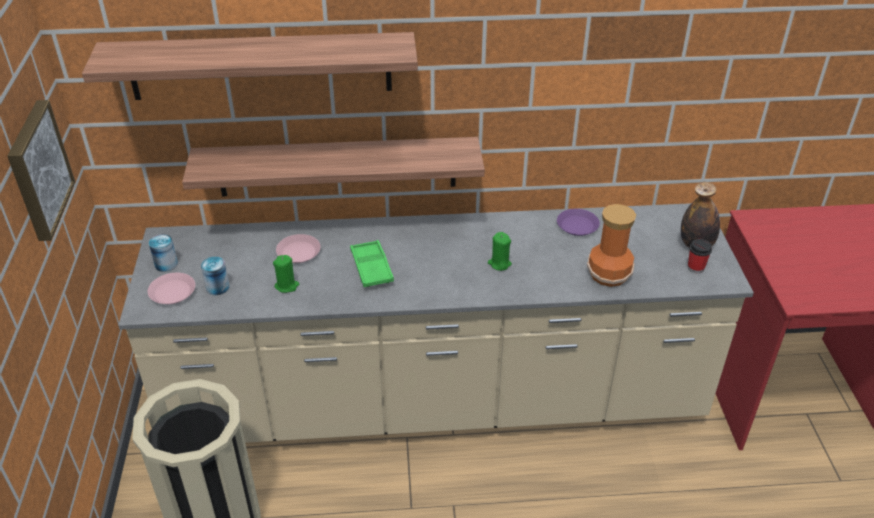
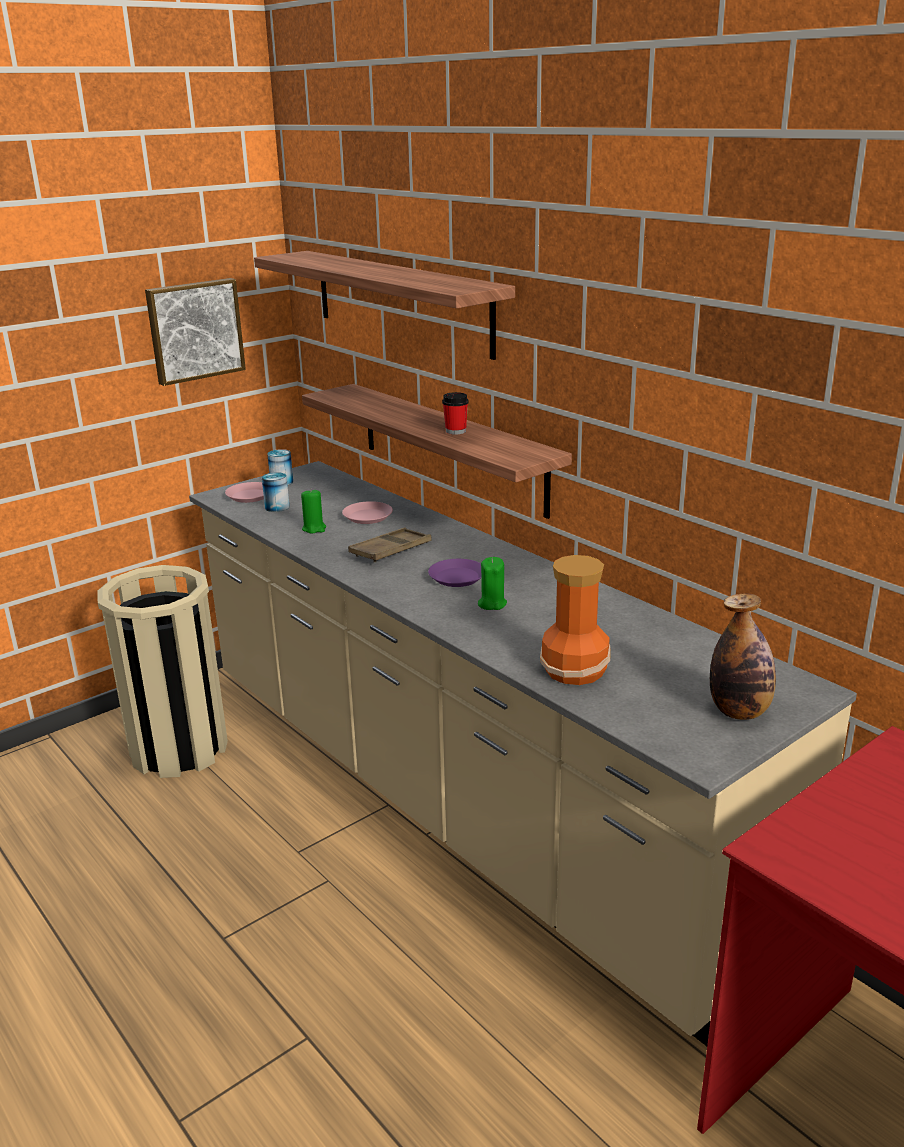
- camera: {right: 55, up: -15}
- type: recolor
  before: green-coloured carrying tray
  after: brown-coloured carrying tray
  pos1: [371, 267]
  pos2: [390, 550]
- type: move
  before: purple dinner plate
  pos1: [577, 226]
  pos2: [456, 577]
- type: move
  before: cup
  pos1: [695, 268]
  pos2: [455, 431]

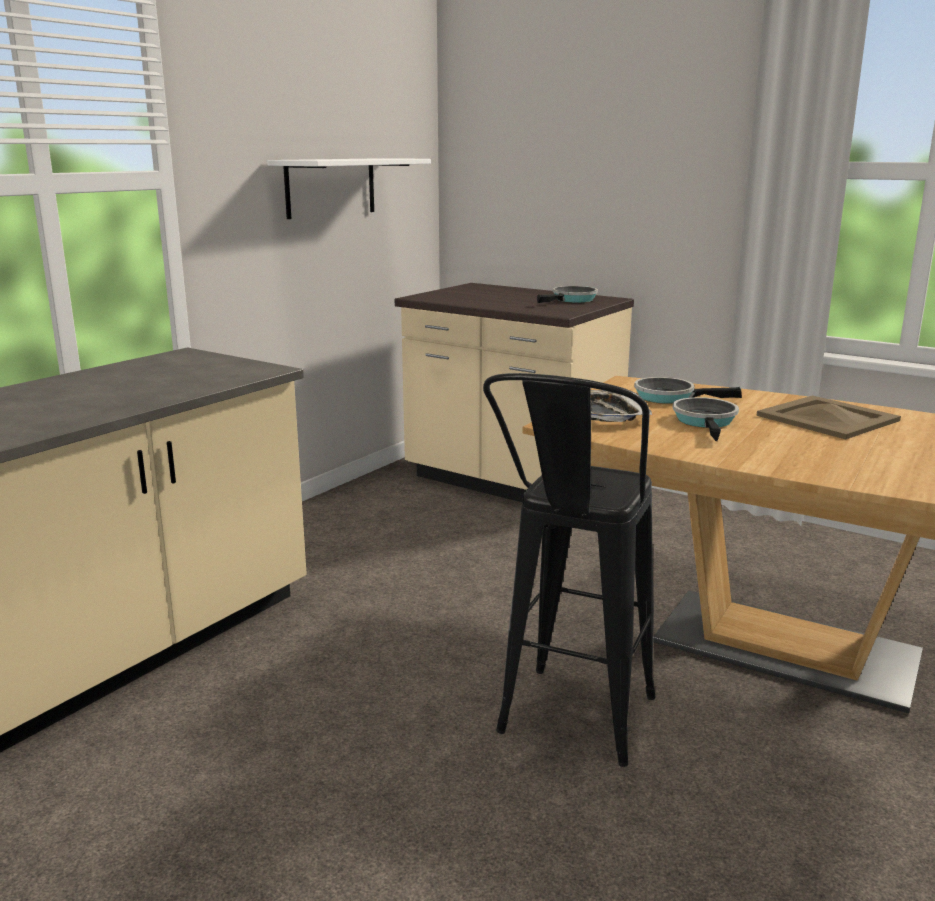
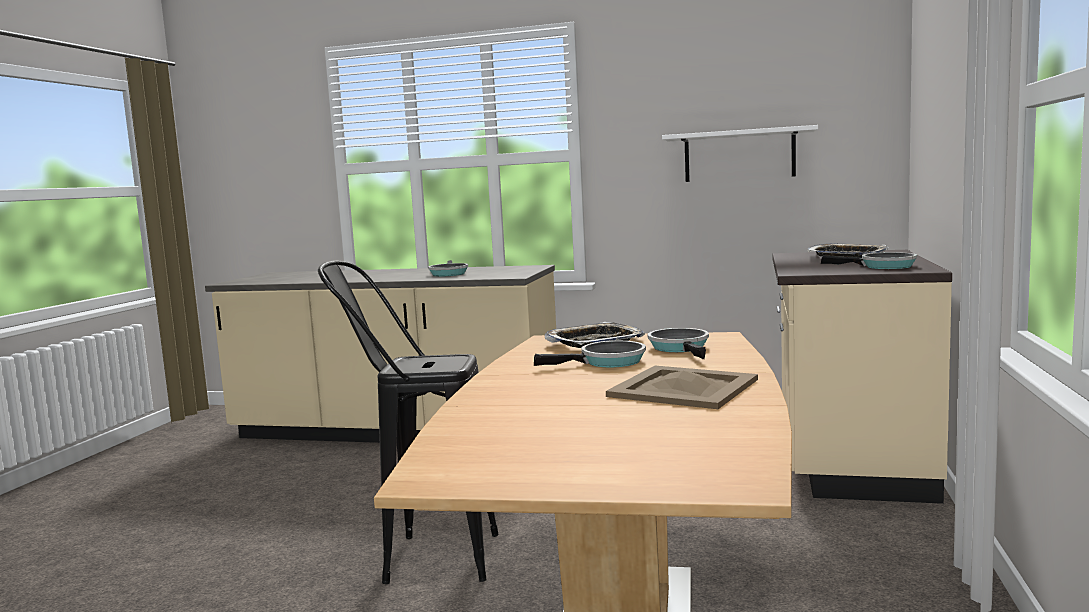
- camera: {right: 70, up: -10}
- type: insert
  after: frying pan
  pos2: [448, 274]
- type: insert
  after: carrying tray
  pos2: [847, 256]

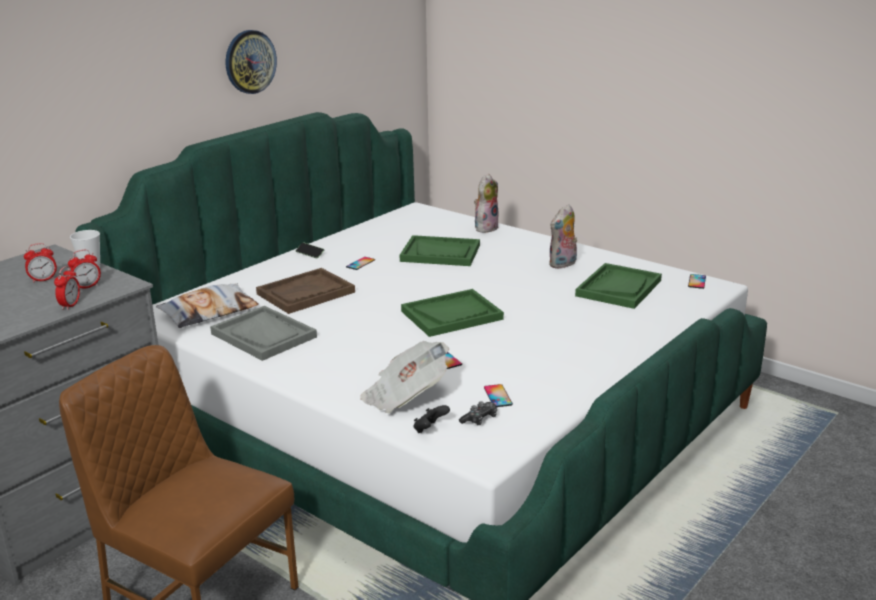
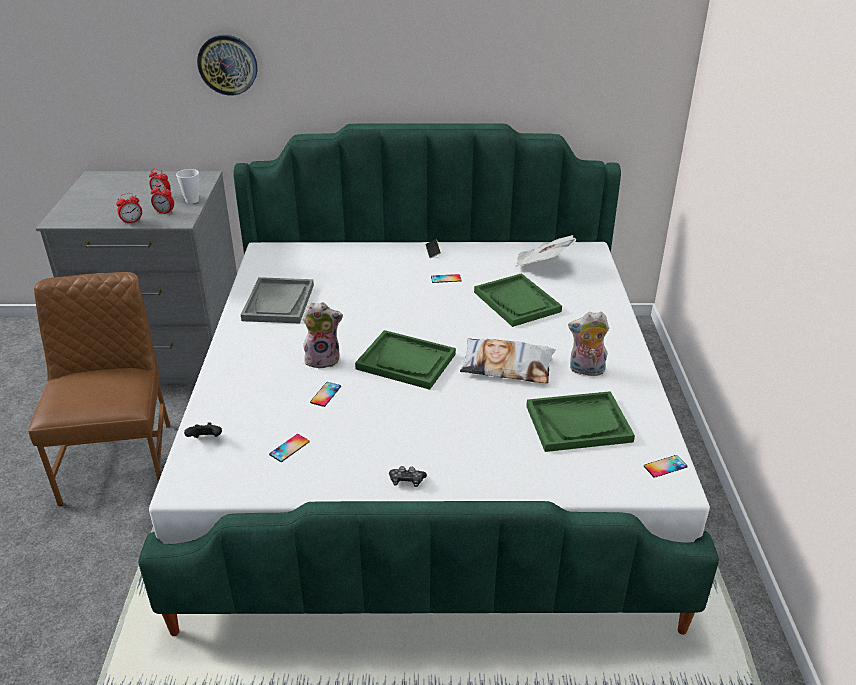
- camera: {right: 50, up: 10}
- type: move
  before: throw pillow
  pos1: [209, 312]
  pos2: [507, 366]
- type: move
  before: hanging clock
  pos1: [250, 61]
  pos2: [227, 64]
- type: delete
  before: brown-coloured carrying tray
  pos1: [305, 293]
- type: move
  before: daily paper
  pos1: [405, 397]
  pos2: [542, 265]
- type: move
  before: gamepad
  pos1: [479, 419]
  pos2: [406, 481]
- type: move
  before: soft toy
  pos1: [485, 227]
  pos2: [323, 359]

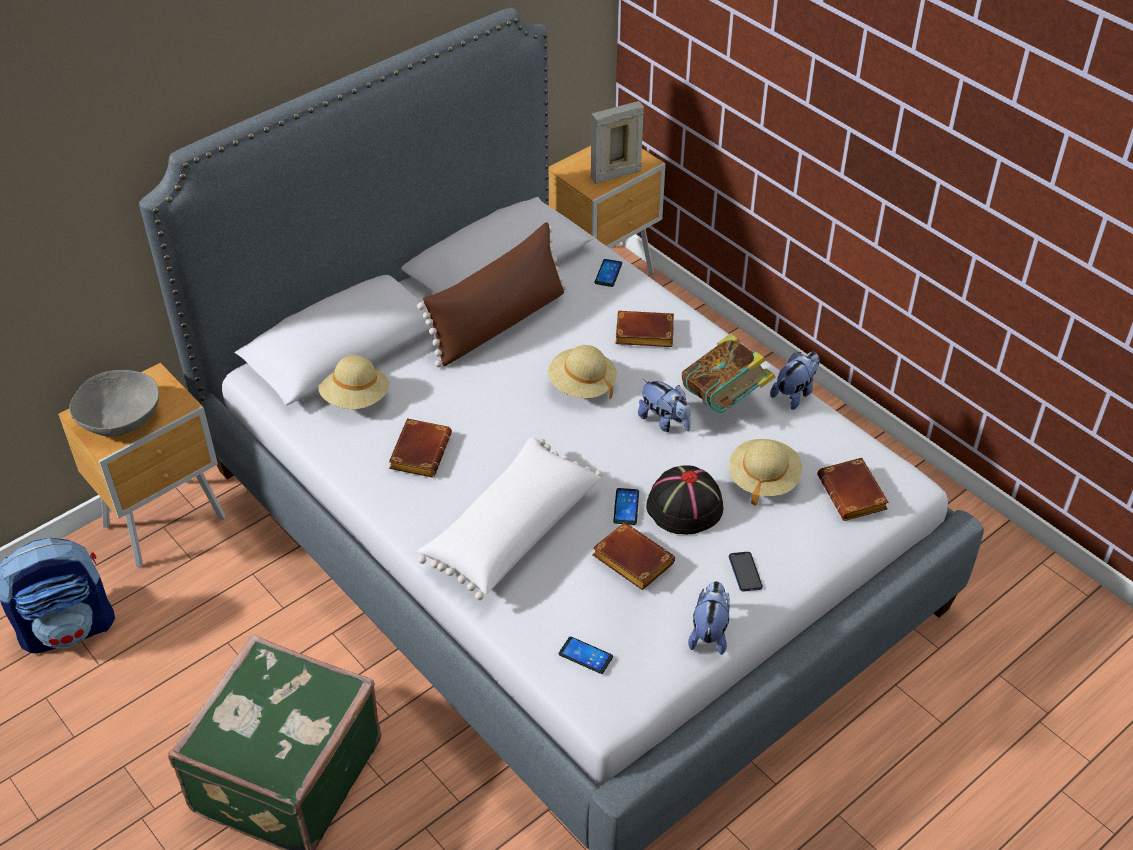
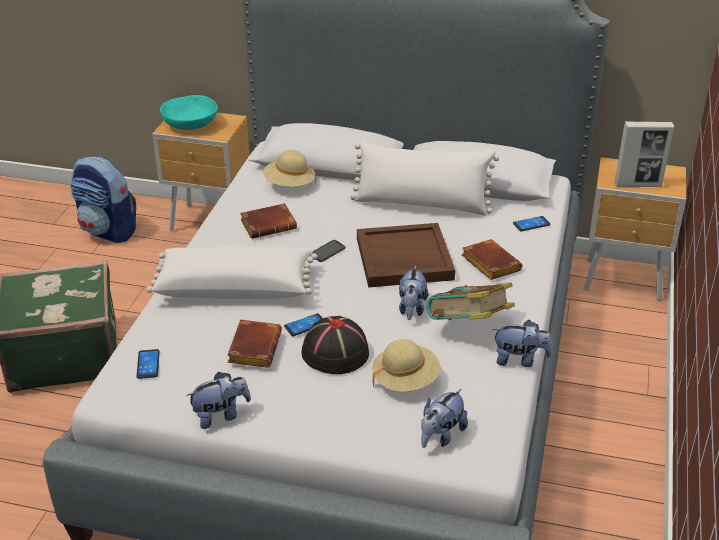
- camera: {right: 55, up: -10}
- type: recolor
  before: greyish deep dish
  after: turquoise deep dish
  pos1: [120, 418]
  pos2: [190, 124]
- type: recolor
  before: brown-coloured throw pillow
  after: white-coloured throw pillow
  pos1: [499, 323]
  pos2: [421, 204]
- type: replace
  before: sand-coloured wearable hat
  after: brown-coloured carrying tray
  pos1: [581, 385]
  pos2: [403, 259]
- type: rotate
  before: photo frame
  pos1: [615, 175]
  pos2: [638, 185]
  turn: 150
- type: move
  before: phone
  pos1: [745, 572]
  pos2: [327, 252]
- type: replace
  before: brown-coloured book
  after: soft toy
  pos1: [854, 495]
  pos2: [441, 435]

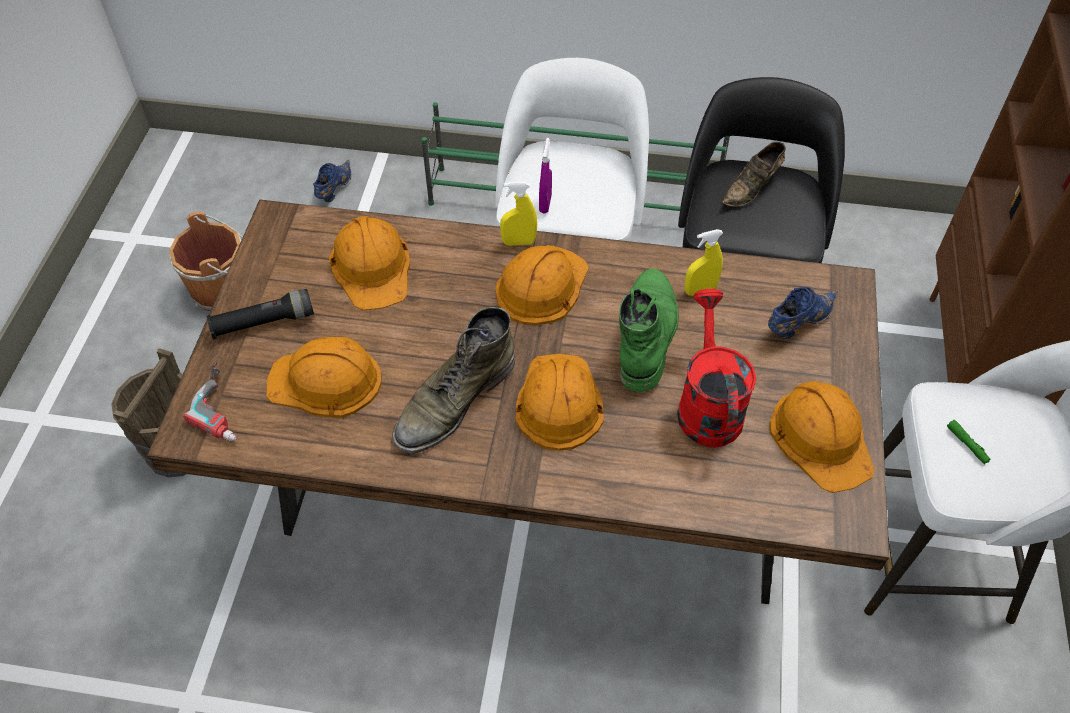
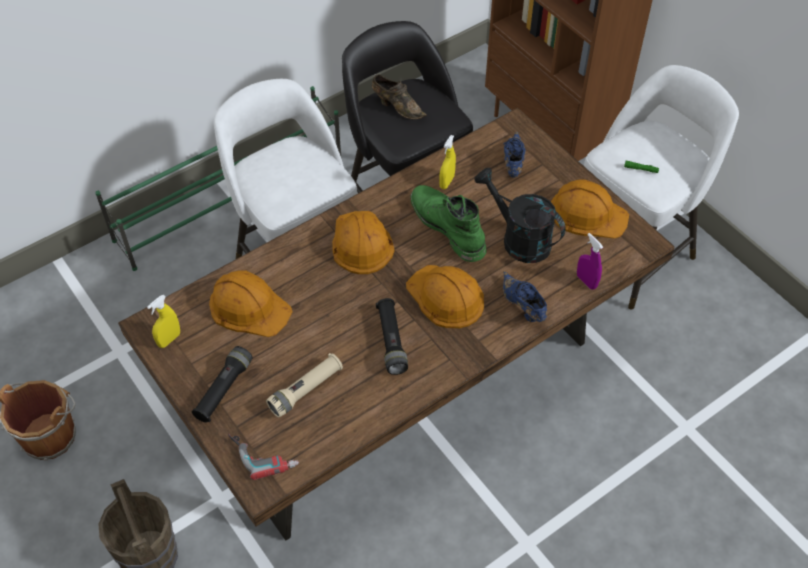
- camera: {right: -45, up: 0}
- type: replace
  before: orangey safety helmet
  after: sand-coloured flashlight
  pos1: [325, 381]
  pos2: [306, 390]
- type: move
  before: blue item of footwear
  pos1: [333, 189]
  pos2: [522, 306]
- type: replace
  before: green-coloured tall boot
  after: blackish flashlight
  pos1: [454, 401]
  pos2: [391, 341]
- type: move
  before: yellowish hand sprayer
  pos1: [519, 242]
  pos2: [169, 339]
- type: move
  before: purple hand sprayer
  pos1: [545, 204]
  pos2: [586, 281]
- type: recolor
  before: red watering can
  after: blackish watering can
  pos1: [707, 404]
  pos2: [518, 239]
- type: rotate
  before: brown-coloured item of footwear
  pos1: [752, 188]
  pos2: [397, 107]
  turn: -60

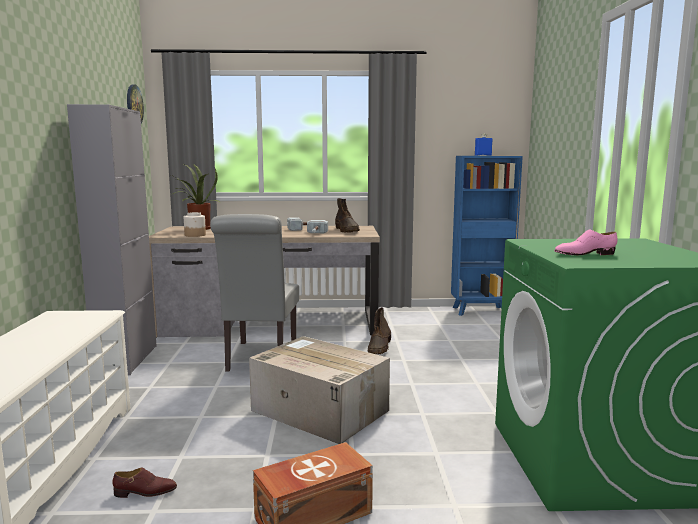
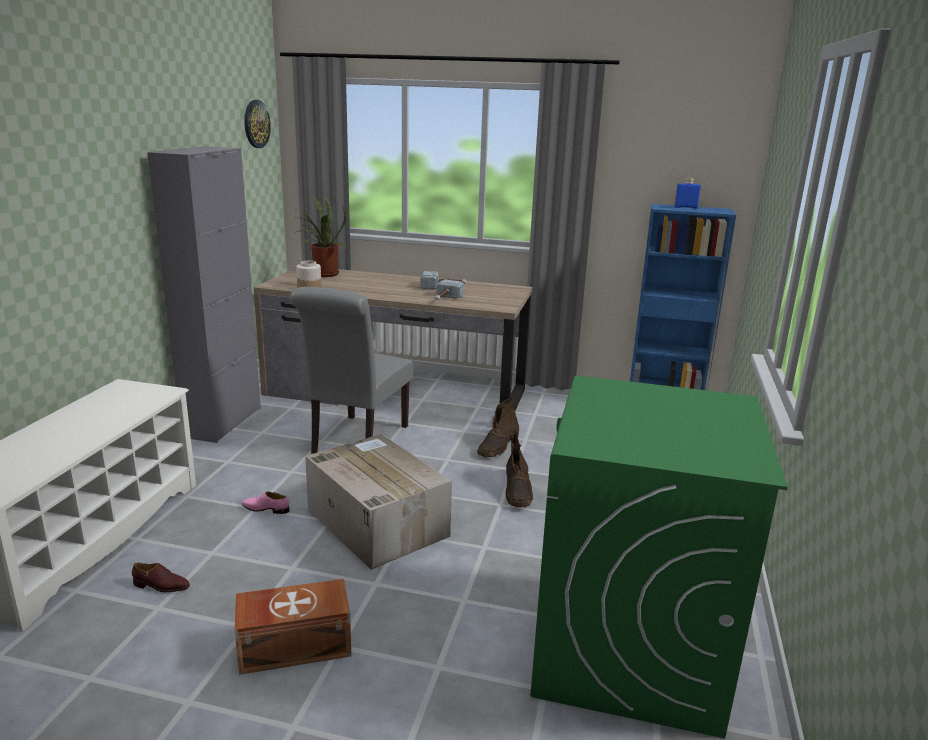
- camera: {right: 15, up: 10}
- type: move
  before: brown-coloured tall boot
  pos1: [347, 230]
  pos2: [518, 491]
- type: move
  before: pink-coloured item of footwear
  pos1: [584, 254]
  pos2: [266, 509]

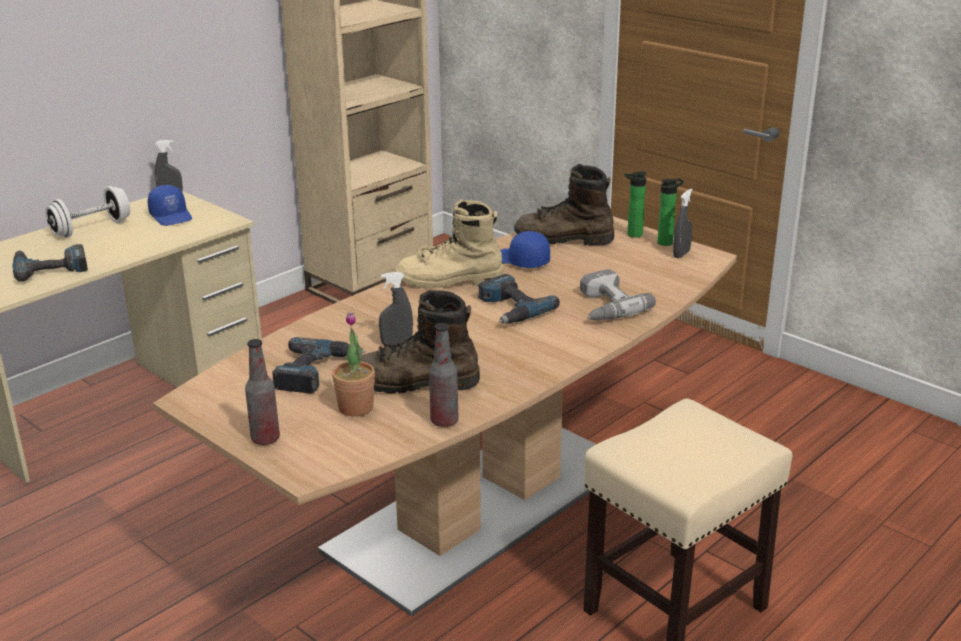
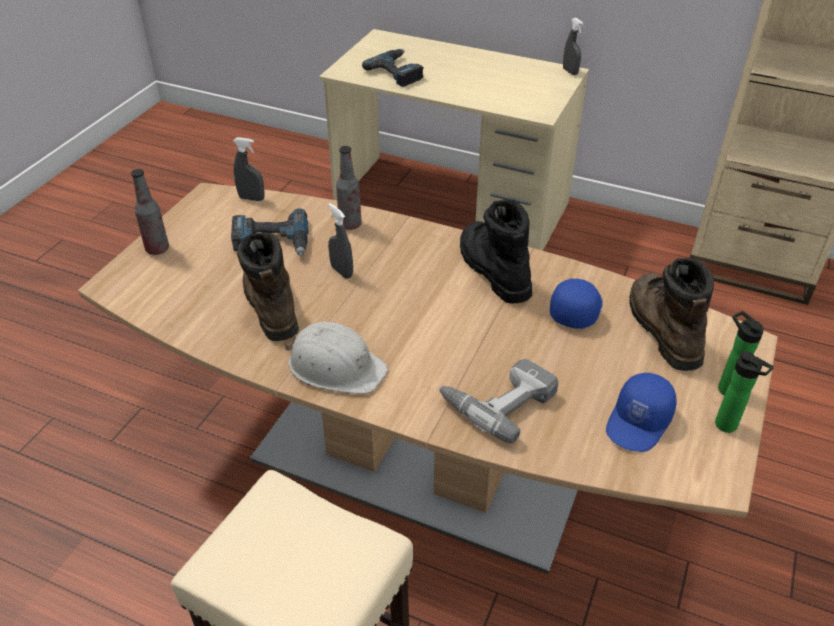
- camera: {right: 70, up: 15}
- type: delete
  before: white-coloured hand weight
  pos1: [91, 229]
- type: move
  before: blue cap
  pos1: [172, 216]
  pos2: [639, 422]
- type: delete
  before: plant in a pot
  pos1: [355, 407]
- type: recolor
  before: sand-coloured tall boot
  after: blackish tall boot
  pos1: [449, 280]
  pos2: [492, 269]
- type: move
  before: bottle
  pos1: [444, 421]
  pos2: [350, 224]
- type: delete
  before: electric drill
  pos1: [510, 309]
- type: move
  before: greyish hand sprayer
  pos1: [681, 254]
  pos2: [251, 198]
- type: insert
  after: white-coloured safety helmet
  pos2: [336, 366]

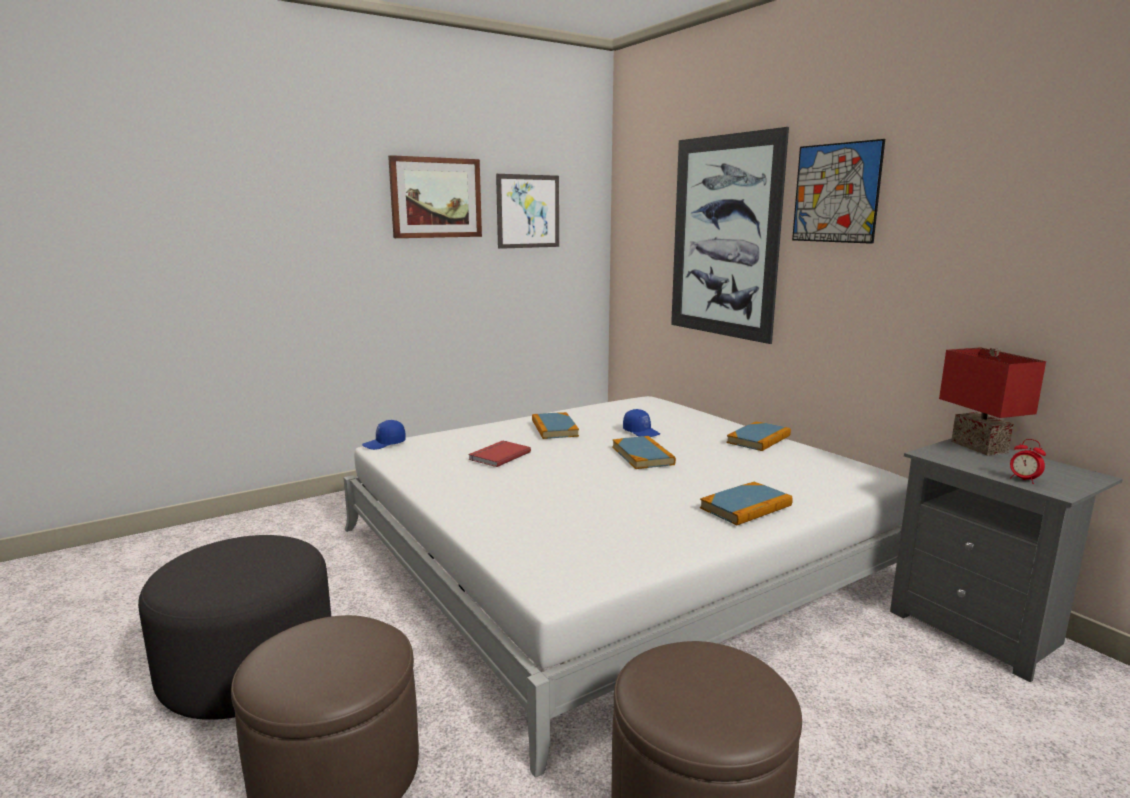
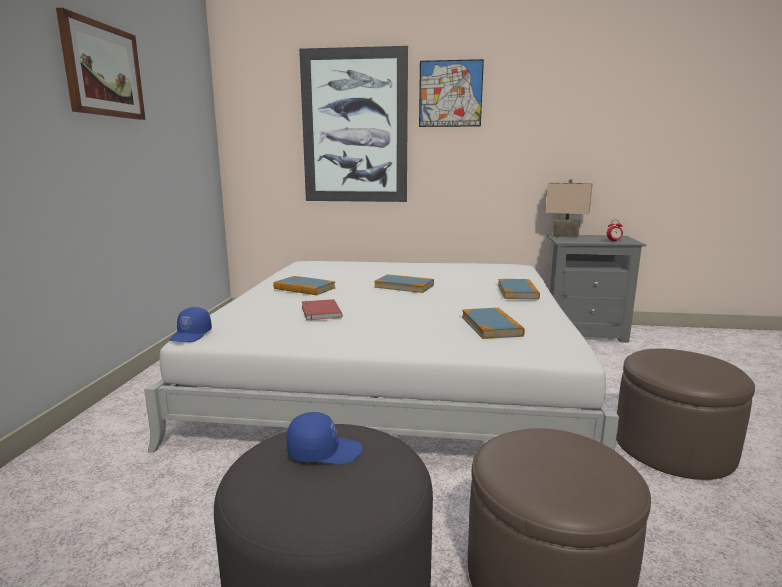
- camera: {right: -50, up: 0}
- type: delete
  before: wall picture
  pos1: [528, 211]
- type: move
  before: blue cap
  pos1: [641, 432]
  pos2: [324, 451]
- type: move
  before: book
  pos1: [759, 439]
  pos2: [491, 326]
- type: recolor
  before: red table lamp
  after: sand-coloured table lamp
  pos1: [976, 447]
  pos2: [565, 236]

